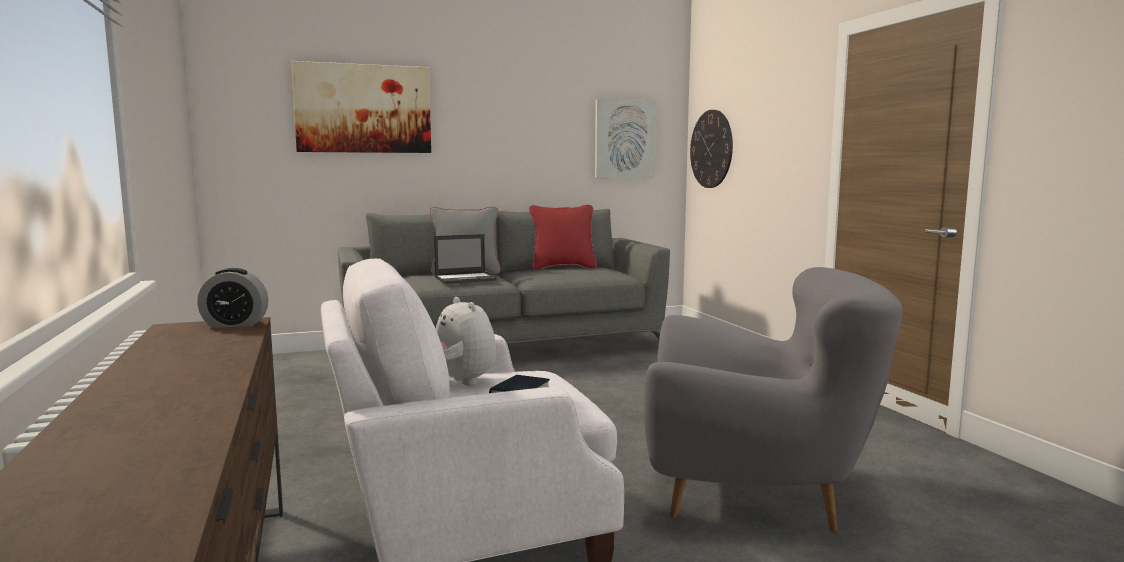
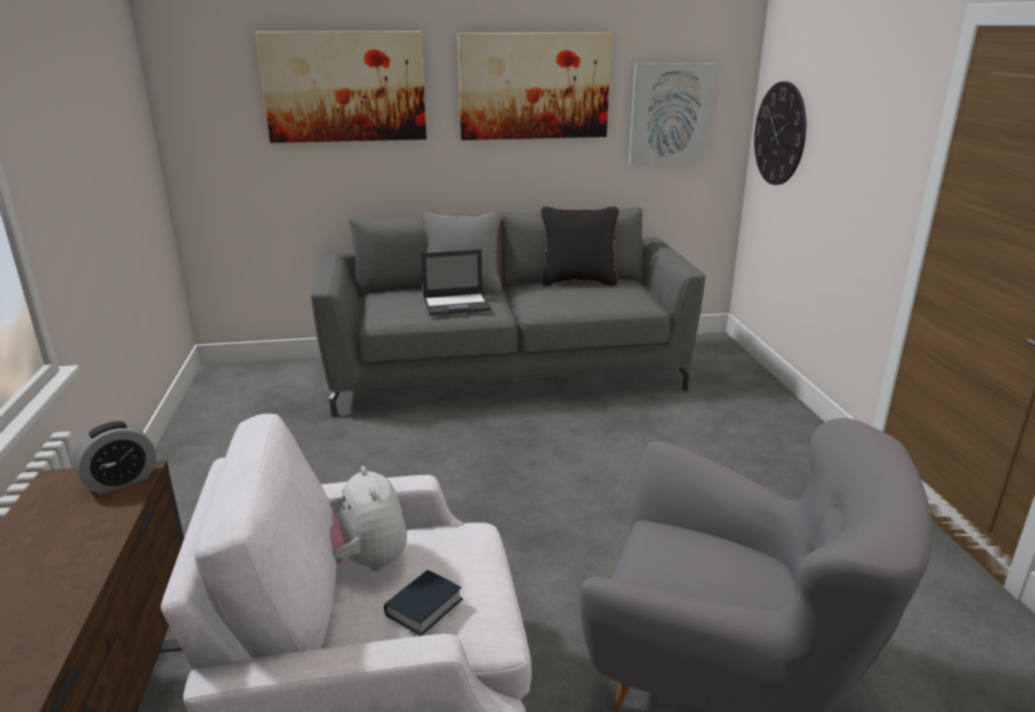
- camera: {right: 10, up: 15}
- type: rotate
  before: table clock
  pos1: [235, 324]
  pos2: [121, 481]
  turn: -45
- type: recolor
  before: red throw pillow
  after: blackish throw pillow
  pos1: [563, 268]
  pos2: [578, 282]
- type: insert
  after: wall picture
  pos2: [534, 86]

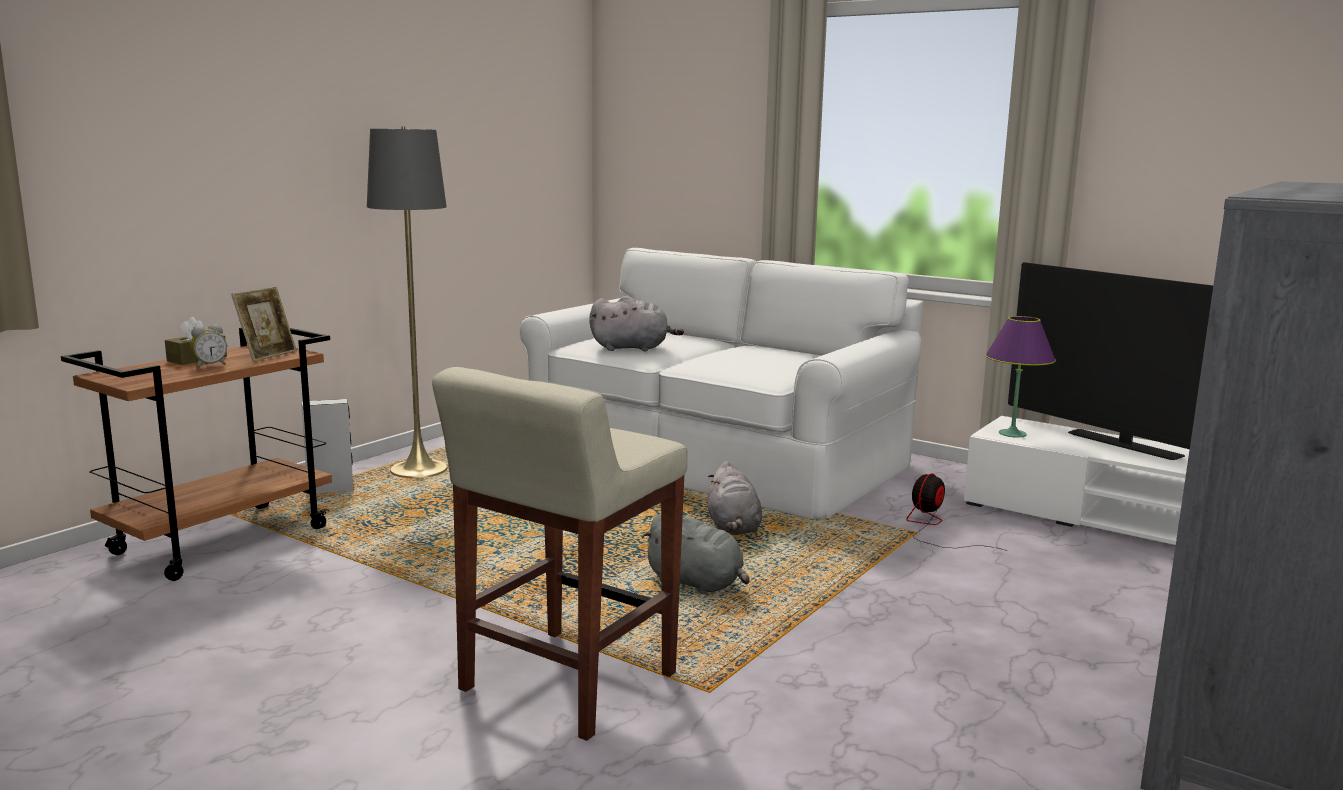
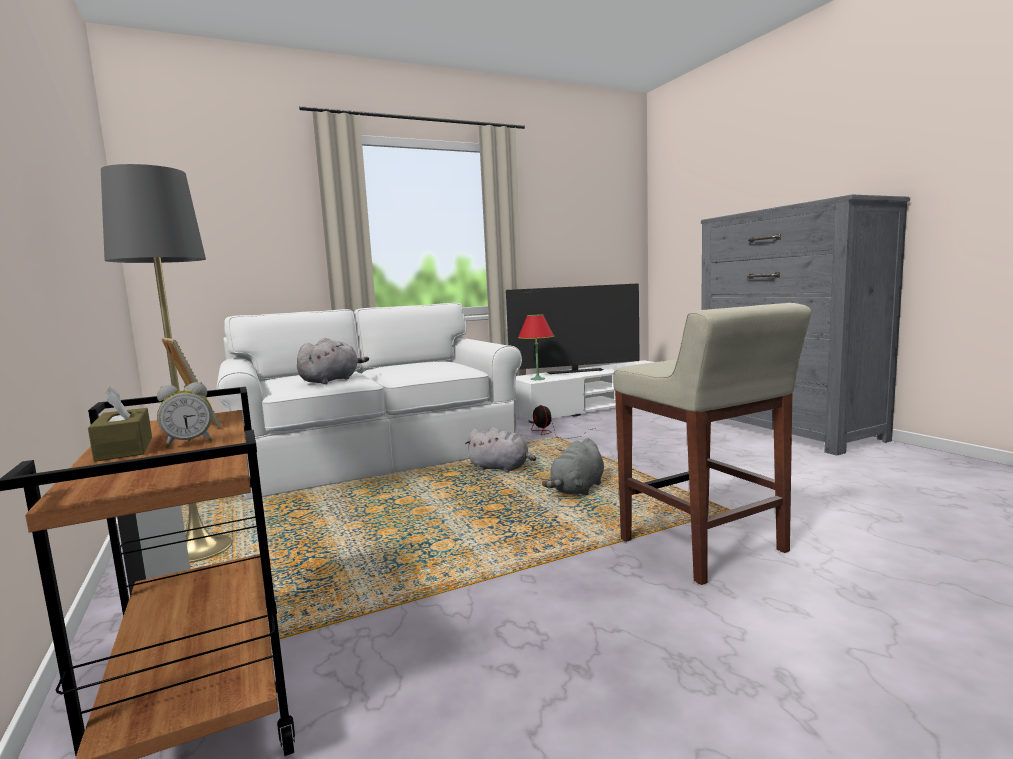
- camera: {right: -60, up: -5}
- type: rotate
  before: table clock
  pos1: [209, 366]
  pos2: [189, 443]
  turn: 75
- type: rotate
  before: greyish soft toy
  pos1: [697, 584]
  pos2: [577, 490]
  turn: 150
- type: recolor
  before: purple table lamp
  after: red table lamp
  pos1: [1012, 434]
  pos2: [537, 379]

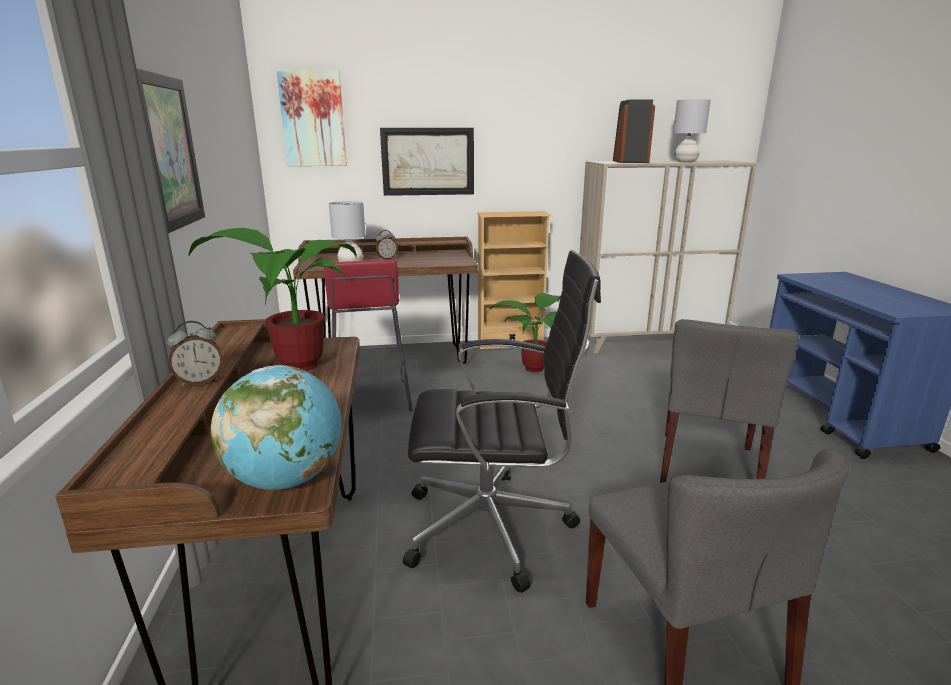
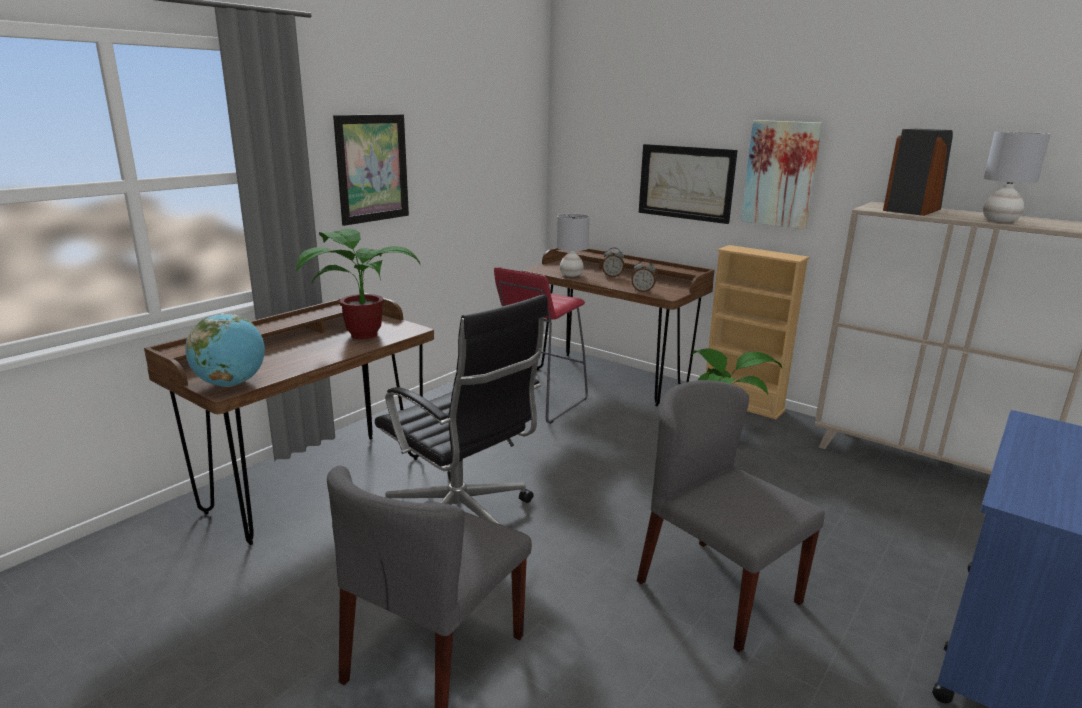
- camera: {right: 45, up: 0}
- type: move
  before: table clock
  pos1: [200, 381]
  pos2: [642, 291]
- type: move
  before: wall picture
  pos1: [313, 119]
  pos2: [780, 174]
- type: rotate
  before: greyish plain chair
  pos1: [708, 466]
  pos2: [716, 591]
  turn: 75

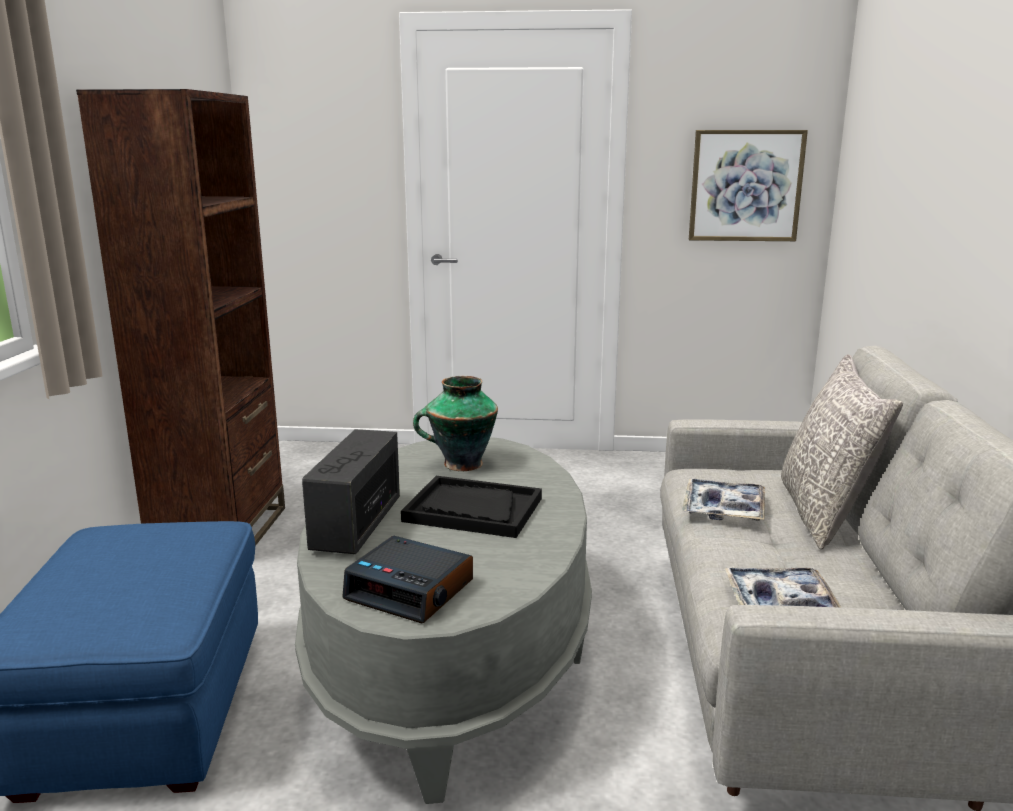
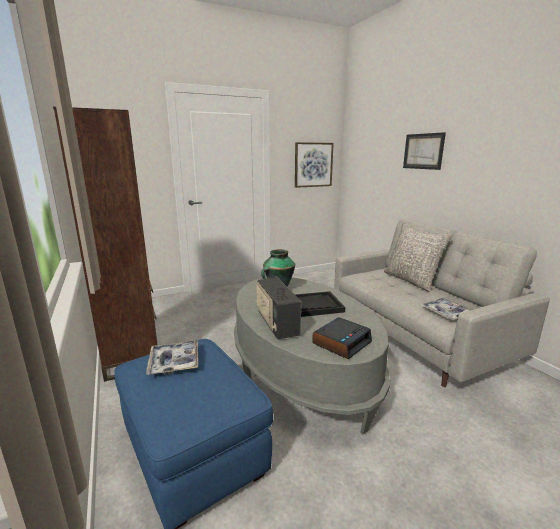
- camera: {right: -30, up: 0}
- type: rotate
  before: table clock
  pos1: [411, 590]
  pos2: [341, 342]
  turn: -45
- type: move
  before: carrying tray
  pos1: [723, 509]
  pos2: [174, 362]
- type: insert
  after: wall picture
  pos2: [423, 151]

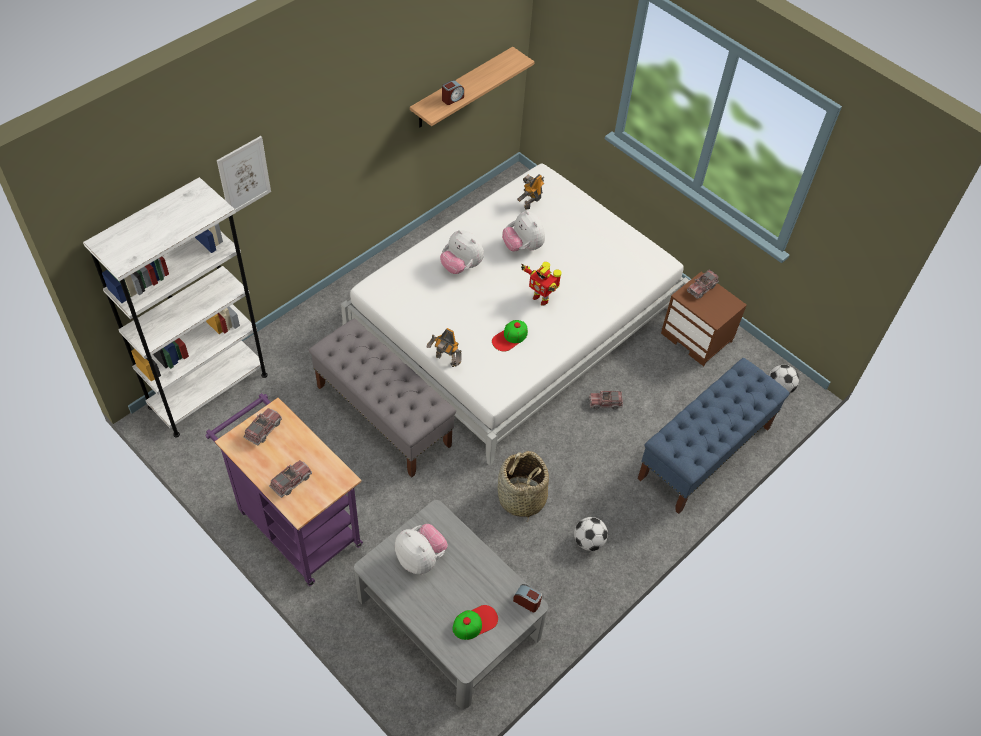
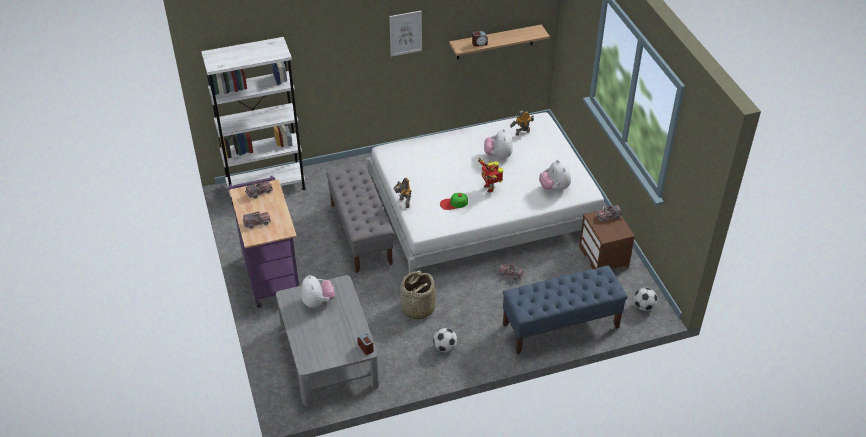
- camera: {right: 30, up: -10}
- type: move
  before: wall picture
  pos1: [244, 176]
  pos2: [405, 33]
- type: move
  before: soft toy
  pos1: [461, 266]
  pos2: [554, 188]
- type: delete
  before: cap
  pos1: [475, 622]

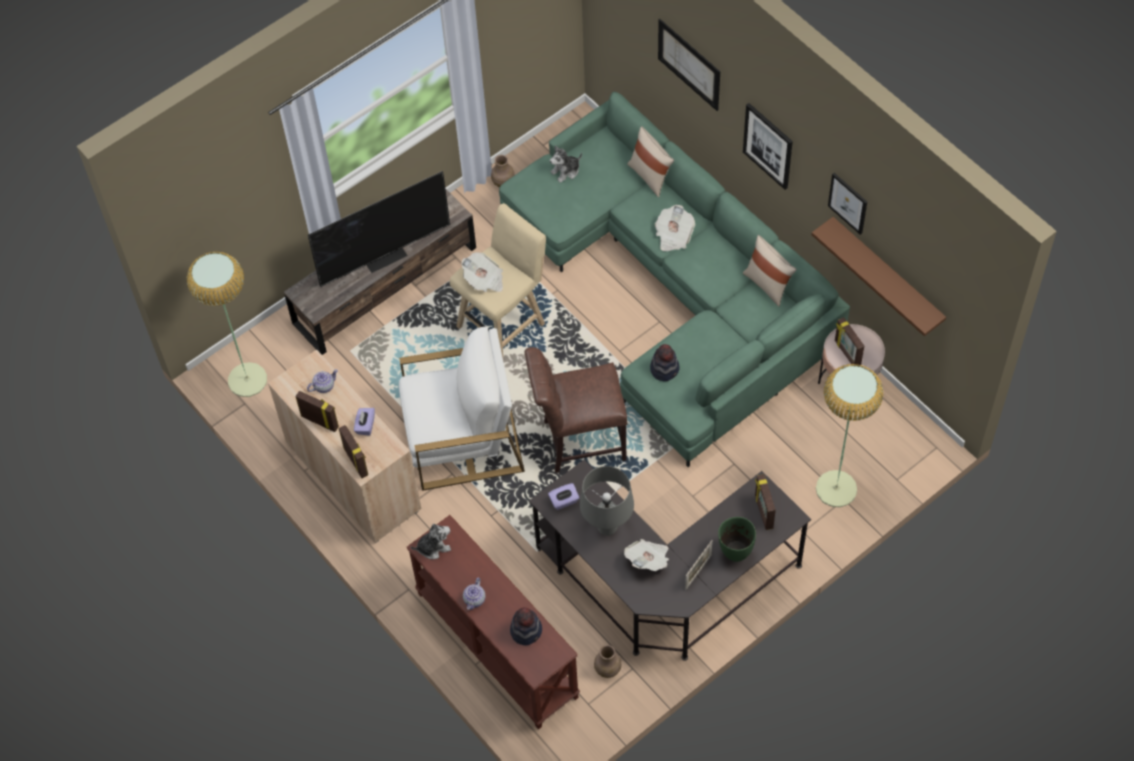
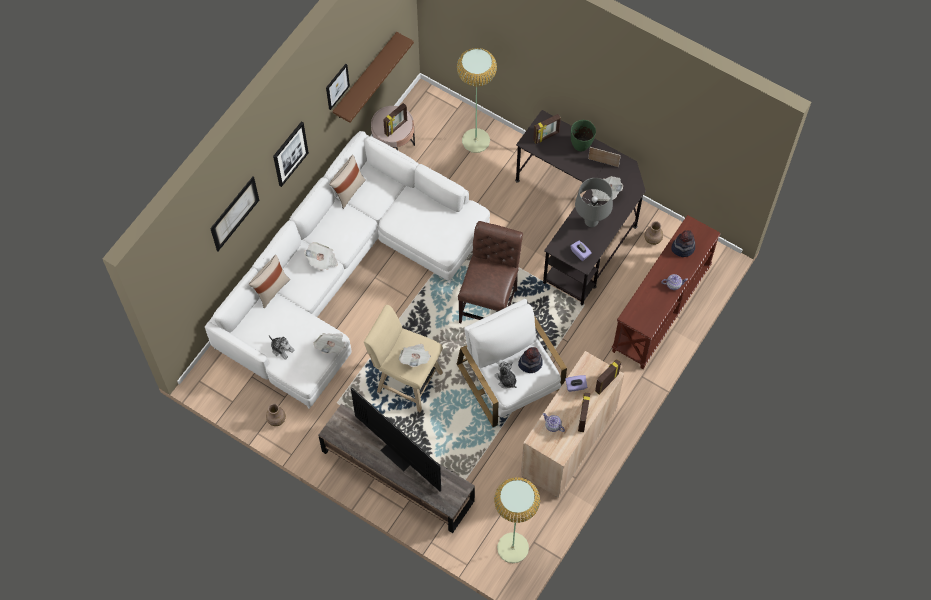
- camera: {right: -110, up: 5}
- type: move
  before: soft toy
  pos1: [433, 547]
  pos2: [506, 379]
- type: recolor
  before: green-coloured sofa
  after: white-coloured sofa
  pos1: [675, 290]
  pos2: [345, 274]
- type: rotate
  before: brown-coloured plain chair
  pos1: [579, 440]
  pos2: [490, 302]
  turn: -135
- type: move
  before: wearable hat
  pos1: [665, 368]
  pos2: [530, 363]
- type: insert
  after: daily paper
  pos2: [331, 346]

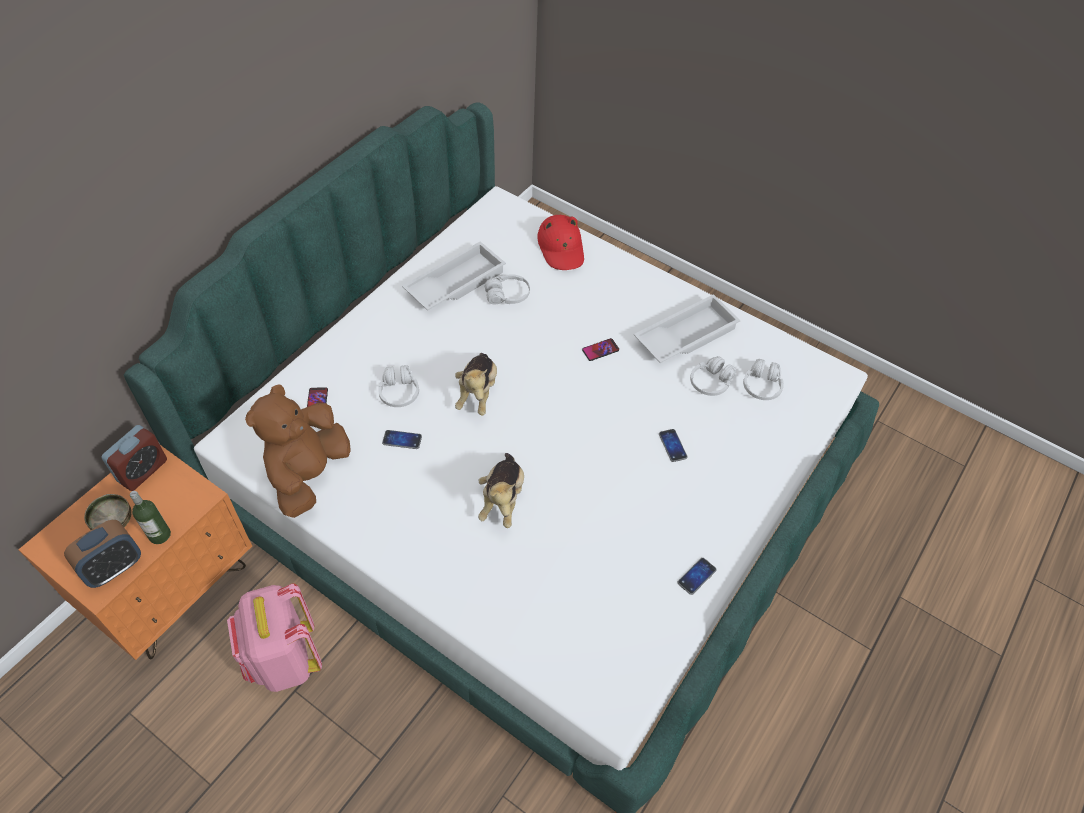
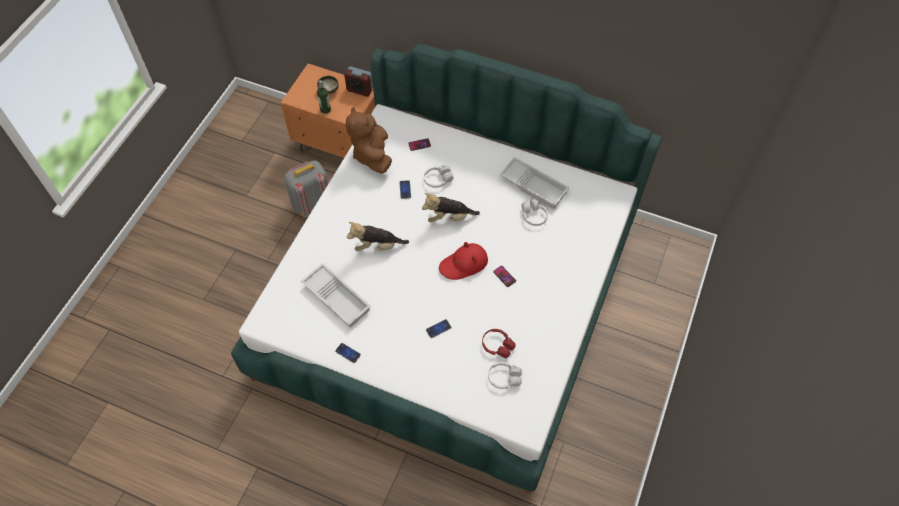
- camera: {right: 80, up: 5}
- type: delete
  before: table clock
  pos1: [114, 567]
- type: recolor
  before: pink-coloured knapsack
  after: greyish knapsack
  pos1: [284, 660]
  pos2: [311, 204]
- type: rotate
  before: brown-coloured soft toy
  pos1: [308, 474]
  pos2: [372, 155]
  turn: -105
- type: move
  before: red wearable hat
  pos1: [561, 248]
  pos2: [464, 264]
- type: move
  before: white-coloured carrying tray
  pos1: [685, 335]
  pos2: [338, 297]
- type: recolor
  before: white-coloured headset
  after: red headset
  pos1: [711, 382]
  pos2: [497, 346]

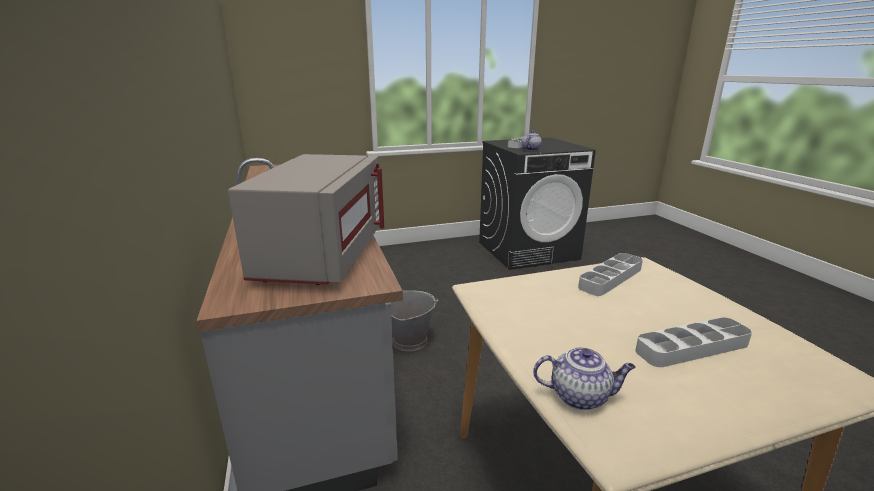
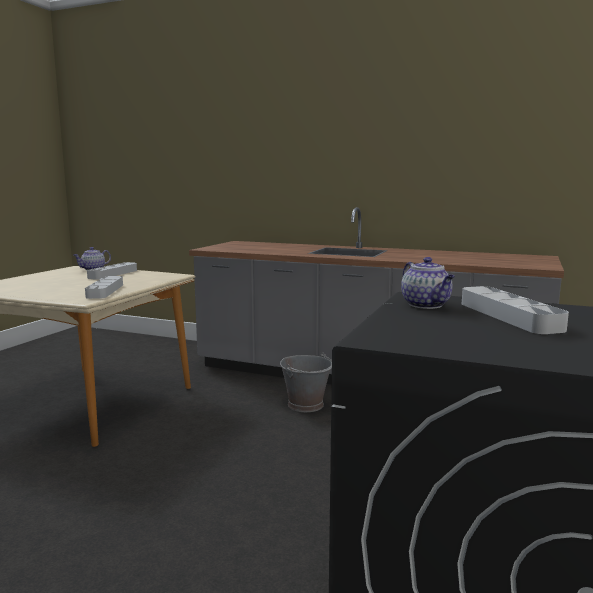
- camera: {right: 130, up: -10}
- type: delete
  before: greyish microwave
  pos1: [322, 255]
- type: move
  before: greyish carrying tray
  pos1: [692, 347]
  pos2: [113, 274]

